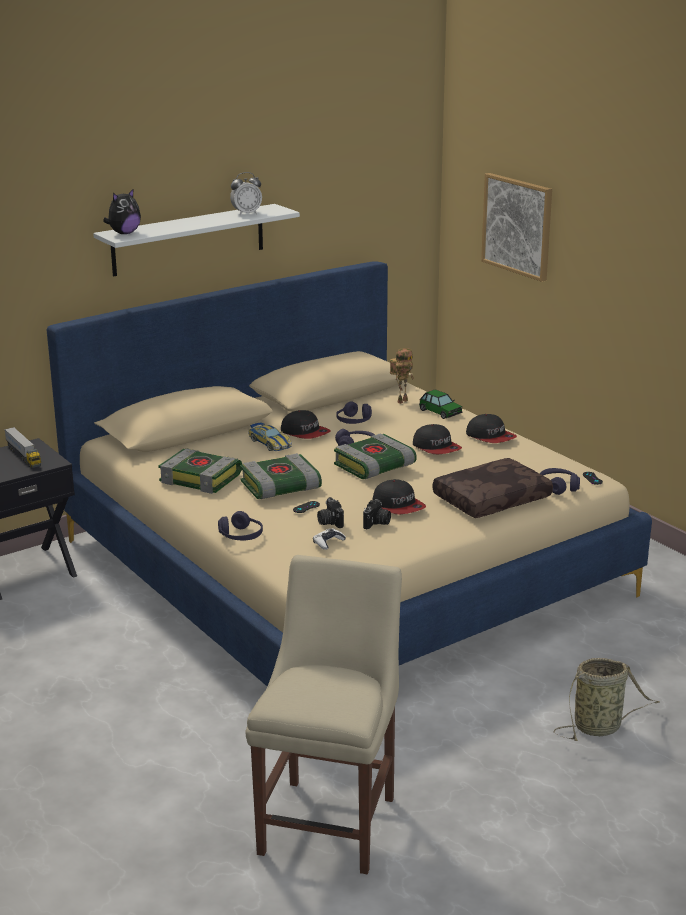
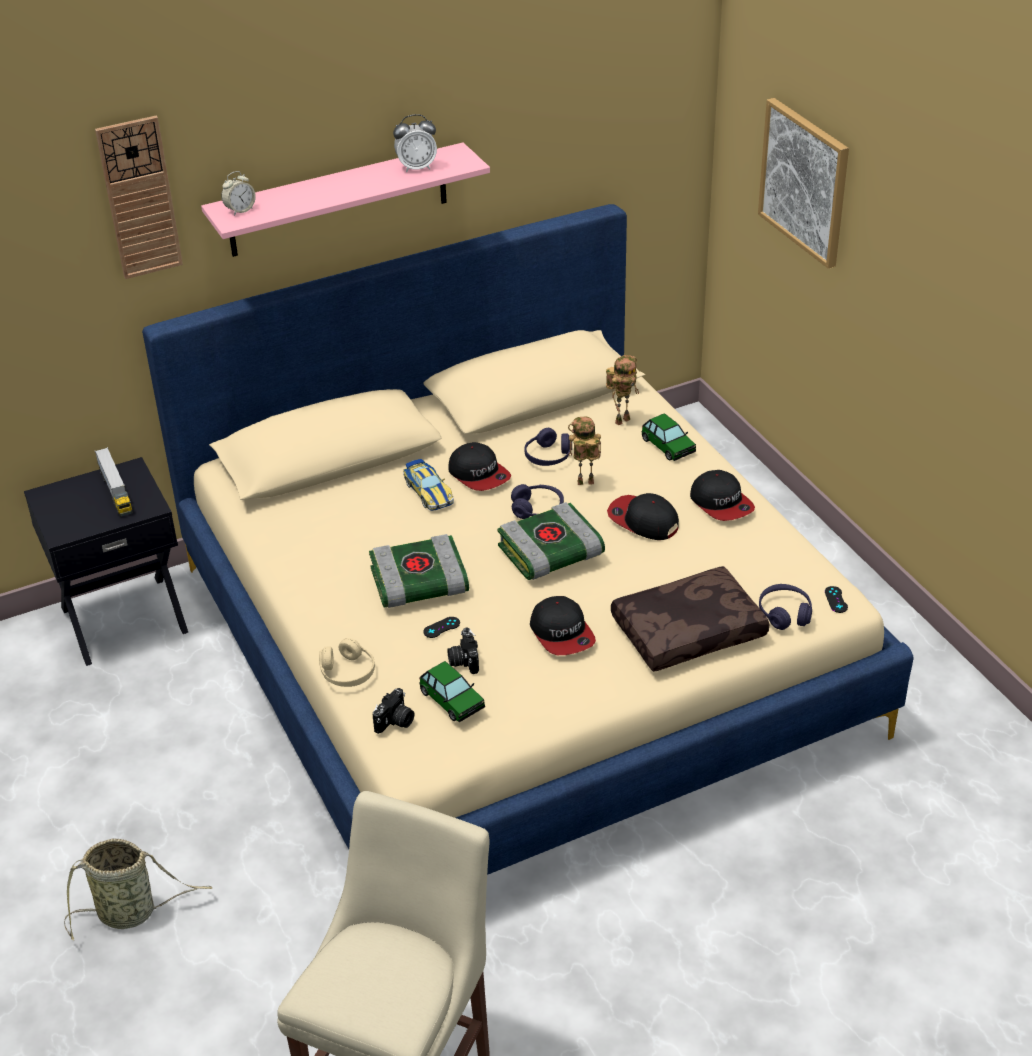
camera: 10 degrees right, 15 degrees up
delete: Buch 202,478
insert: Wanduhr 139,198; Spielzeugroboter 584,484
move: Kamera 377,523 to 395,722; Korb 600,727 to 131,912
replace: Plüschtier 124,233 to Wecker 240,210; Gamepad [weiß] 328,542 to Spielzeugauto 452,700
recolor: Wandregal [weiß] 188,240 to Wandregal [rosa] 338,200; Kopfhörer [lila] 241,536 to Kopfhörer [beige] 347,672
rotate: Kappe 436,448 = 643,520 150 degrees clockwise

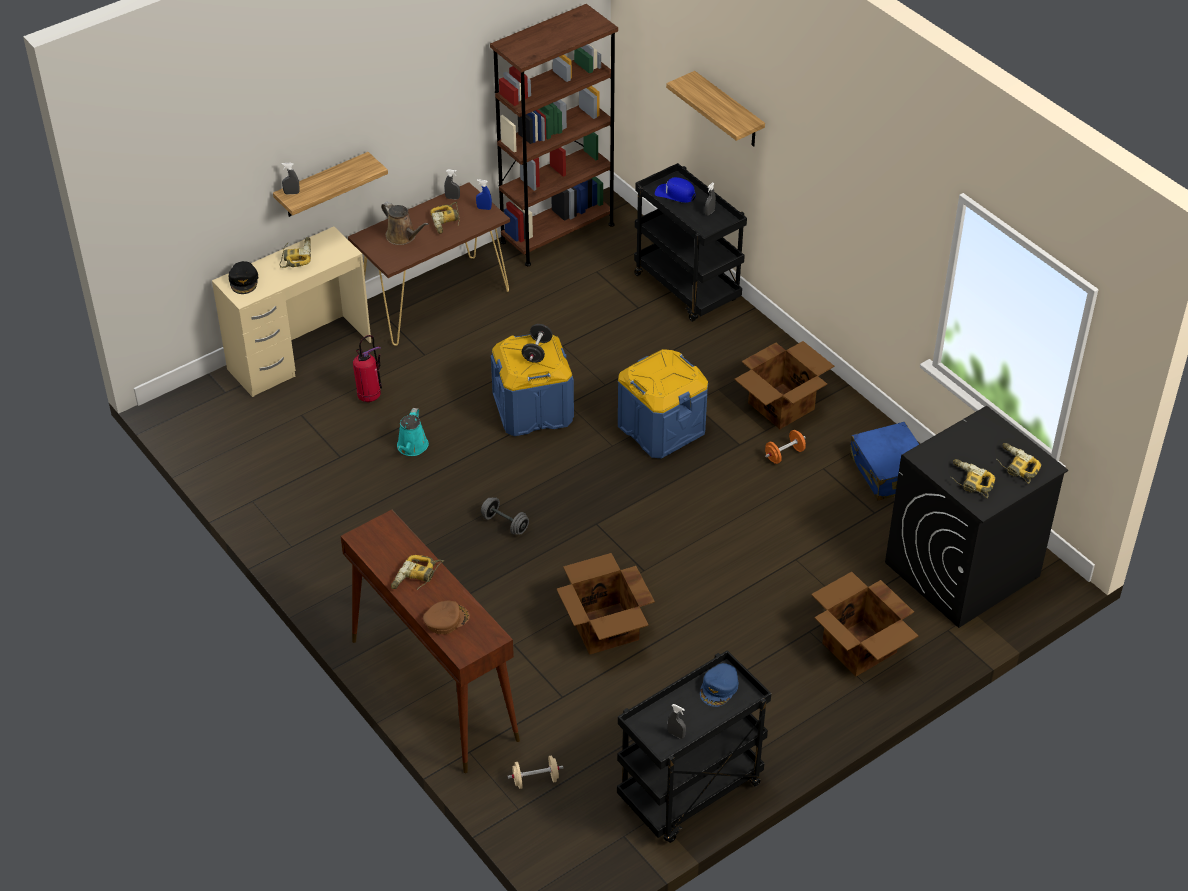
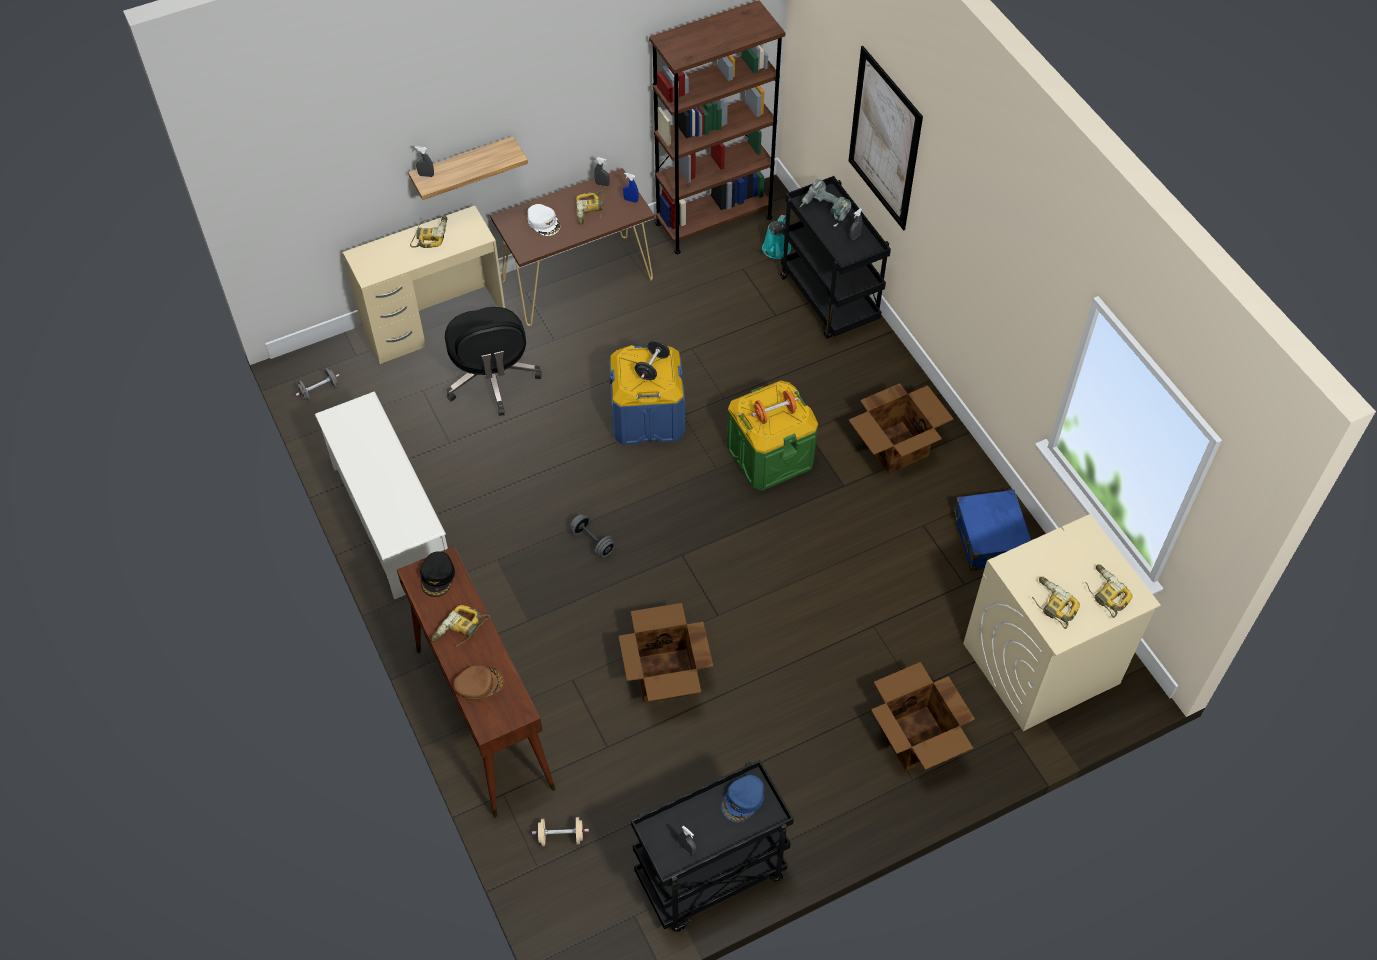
camera: 10 degrees right, 10 degrees up
insert: Hantel [grau] 319,391; Schuhregal [weiß] 391,520
move: Kappe [schwarz] 244,281 to 438,576; Gießkanne [türkis] 411,447 to 775,250; Hantel [orange] 784,454 to 774,414
replace: Feuerlöscher 369,396 to Bürostuhl [schwarz] 492,379; Gießkanne [braun] 403,237 to Kappe [weiß] 544,222; Kappe [blau] 675,194 to Bohrmaschine 824,210; Wandregal 728,111 to Bild 884,139
recolor: Aufbewahrungsbox [blau] 661,428 to Aufbewahrungsbox [grün] 770,456; Waschmaschine [schwarz] 962,570 to Waschmaschine [beige] 1040,664

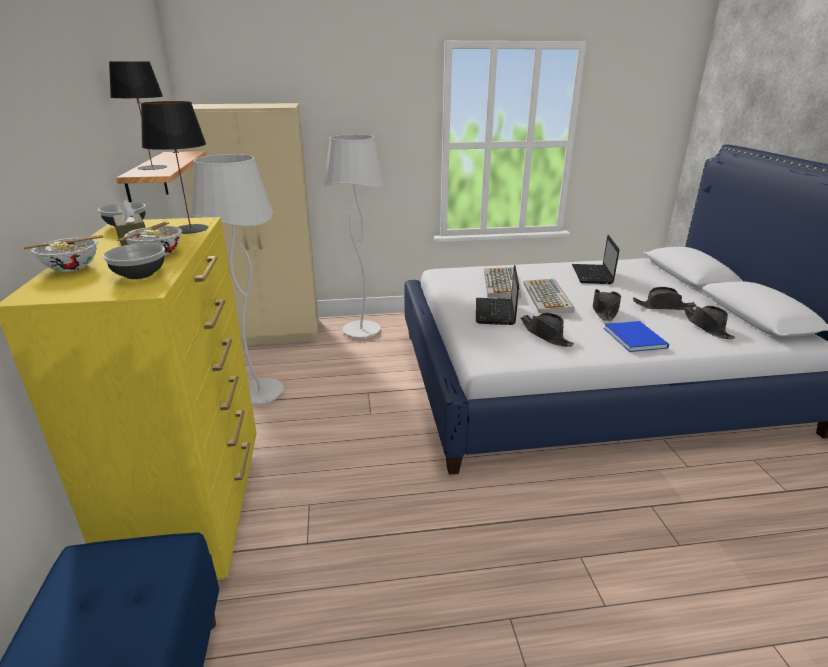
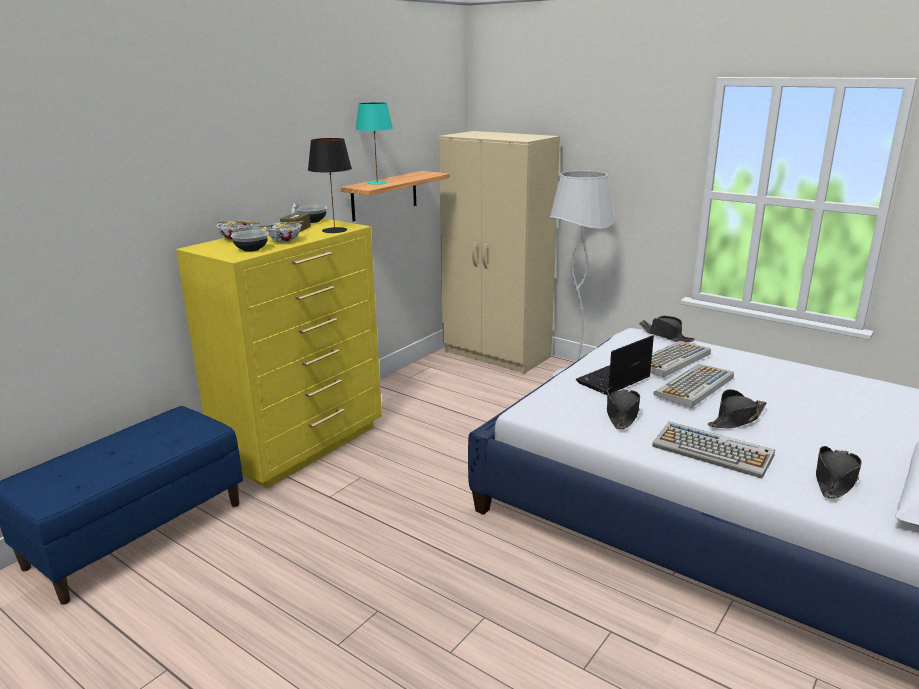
camera: 45 degrees right, 5 degrees down
delete: Stehlampe [weiß] 260,393; Laptop 592,275
move: Hut [schwarz] 663,306 to 666,335
replace: Buch [blau] 635,337 to Tastatur 713,451
recolor: Tischlampe [schwarz] 153,167 to Tischlampe [türkis] 377,182

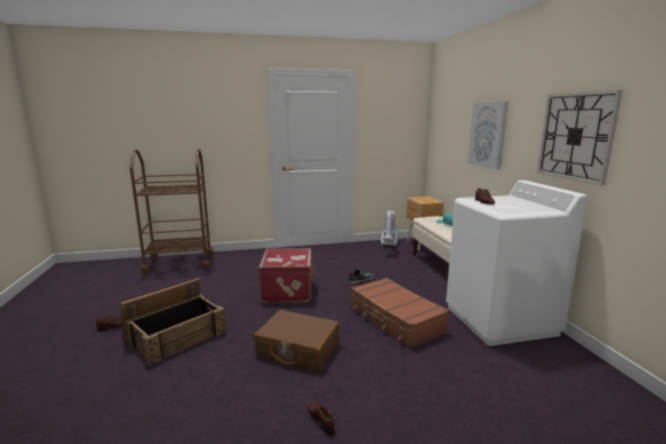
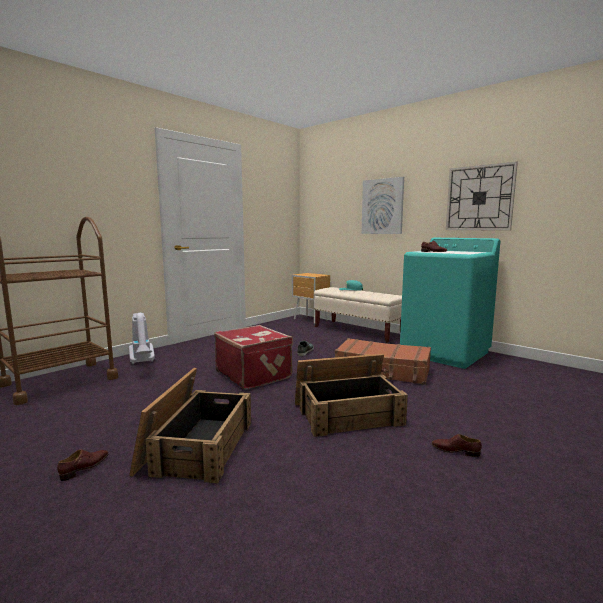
camera: 35 degrees left, 5 degrees down
move: Staubsauger 388,246 to 143,363
replace: Koffer [braun] 298,350 to Kiste 348,413
recolor: Waschmaschine [weiß] 500,321 to Waschmaschine [türkis] 445,353

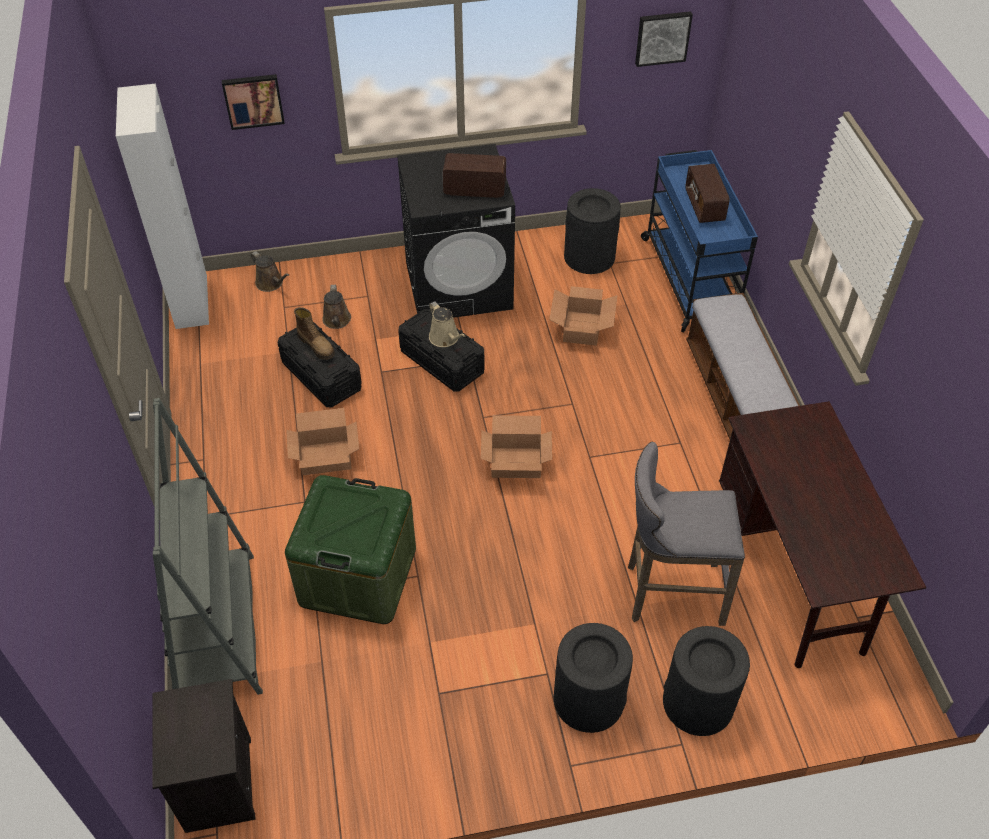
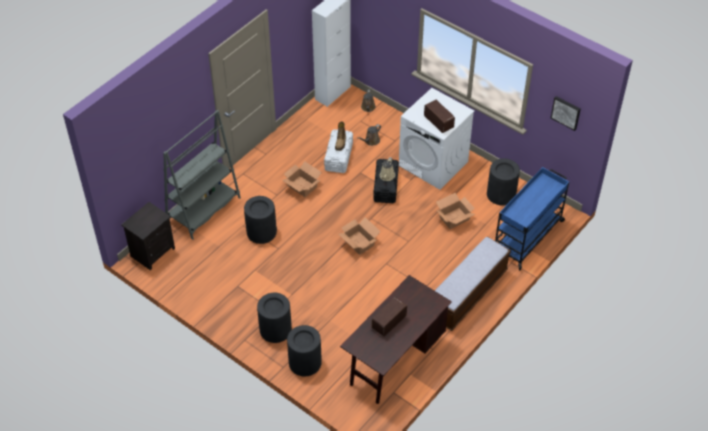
camera: 50 degrees right, 0 degrees up
delete: Bild 253,100; Hocker [grau] 669,593
move: Radio 704,206 to 389,322
replace: Aufbewahrungsbox [grün] 358,575 to Mülleimer [schwarz] 261,232
recolor: Aufbewahrungsbox [schwarz] 321,375 to Aufbewahrungsbox [weiß] 339,157; Waschmaschine [schwarz] 459,285 to Waschmaschine [weiß] 433,164

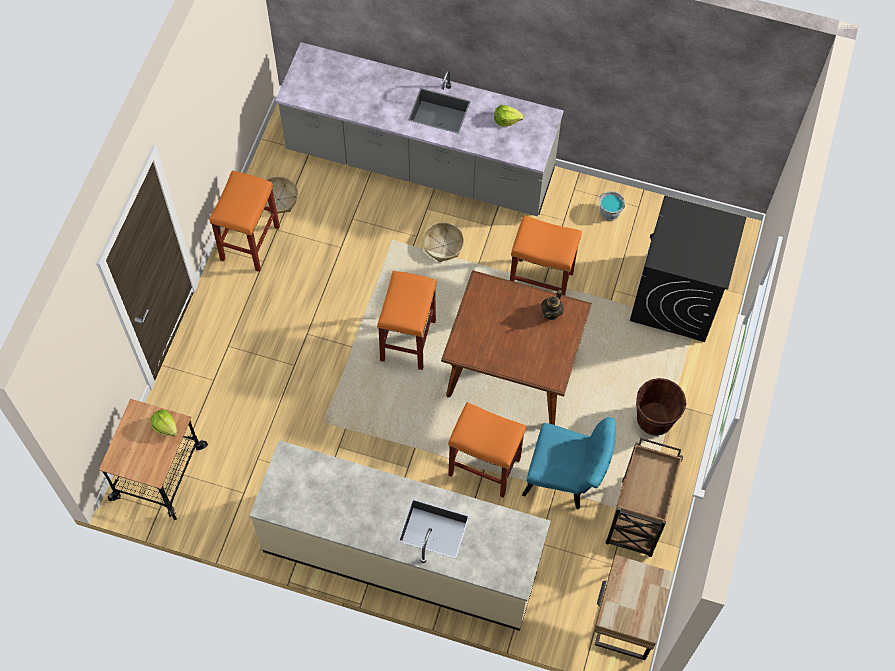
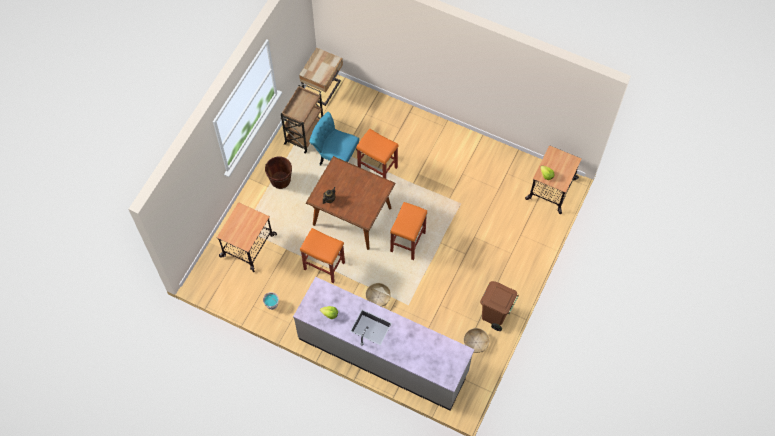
camera: 170 degrees left, 0 degrees up
delete: Küchenzeile [beige] 402,555
replace: Hocker [orange] 250,242 to Mülleimer [braun] 495,315; Waschmaschine [schwarz] 676,298 to Rollwagen 248,245

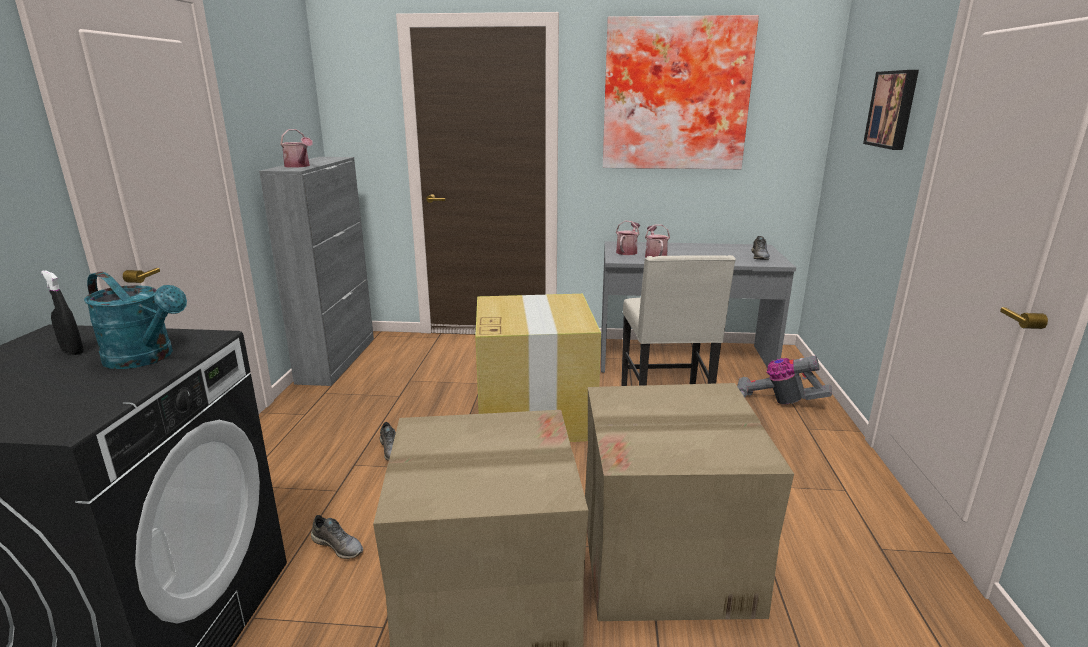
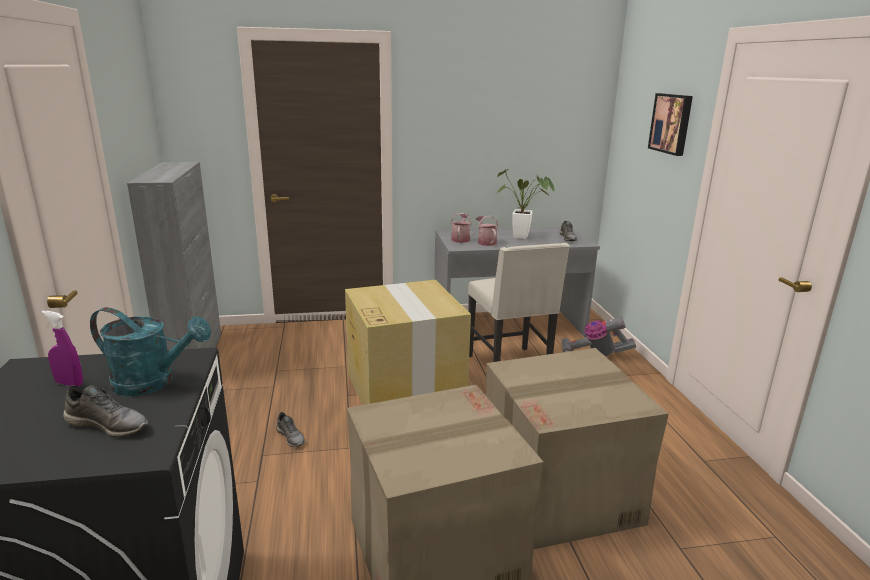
camera: 15 degrees left, 0 degrees up
delete: Gießkanne 299,166; Bild 675,95
insert: Topfpflanze 524,237
move: Schuh [grau] 338,546 to 109,425
recolor: Sprühflasche [schwarz] 72,351 to Sprühflasche [lila] 69,383

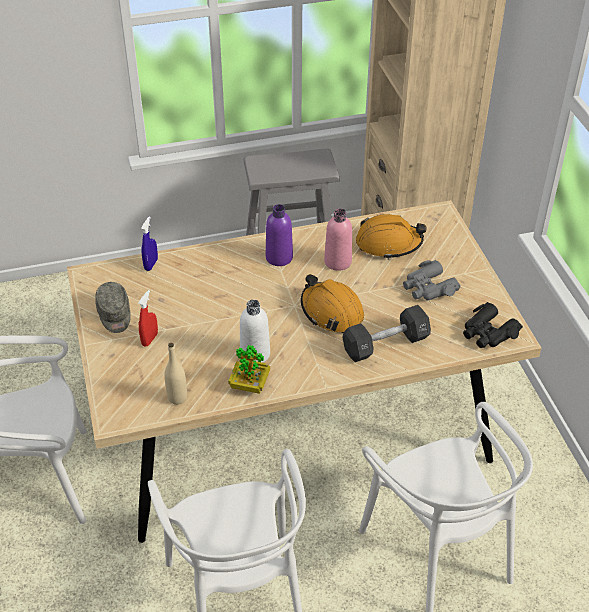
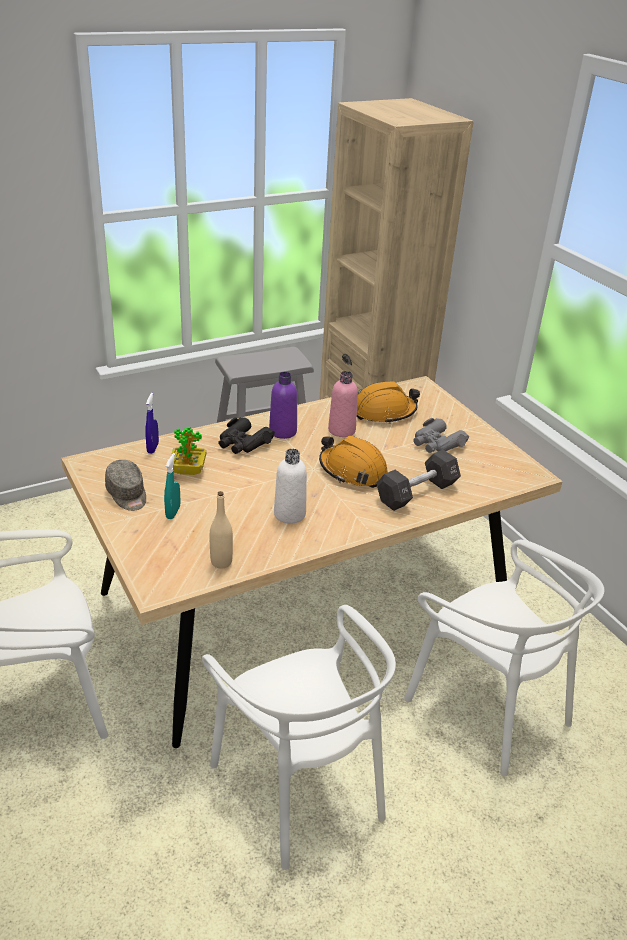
camera: 15 degrees left, 10 degrees down
move: Topfpflanze 249,384 to 188,470; Fernglas [schwarz] 488,333 to 243,443
recolor: Sprühflasche [rot] 150,339 to Sprühflasche [türkis] 173,512

